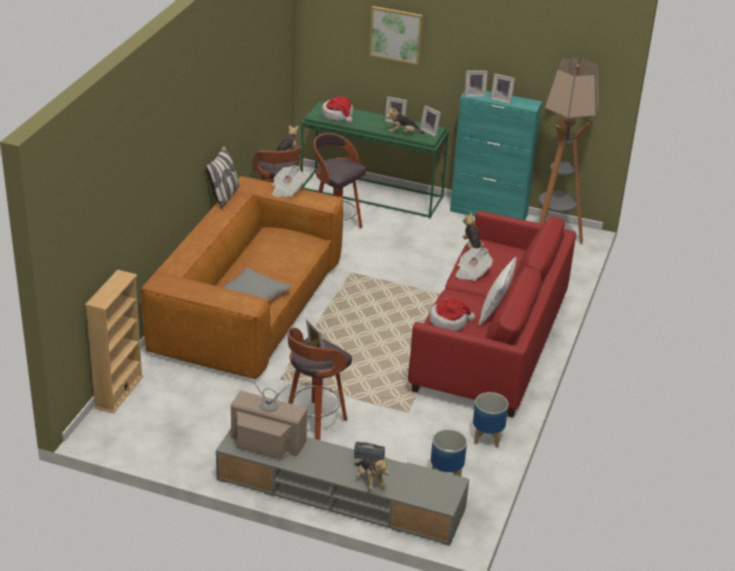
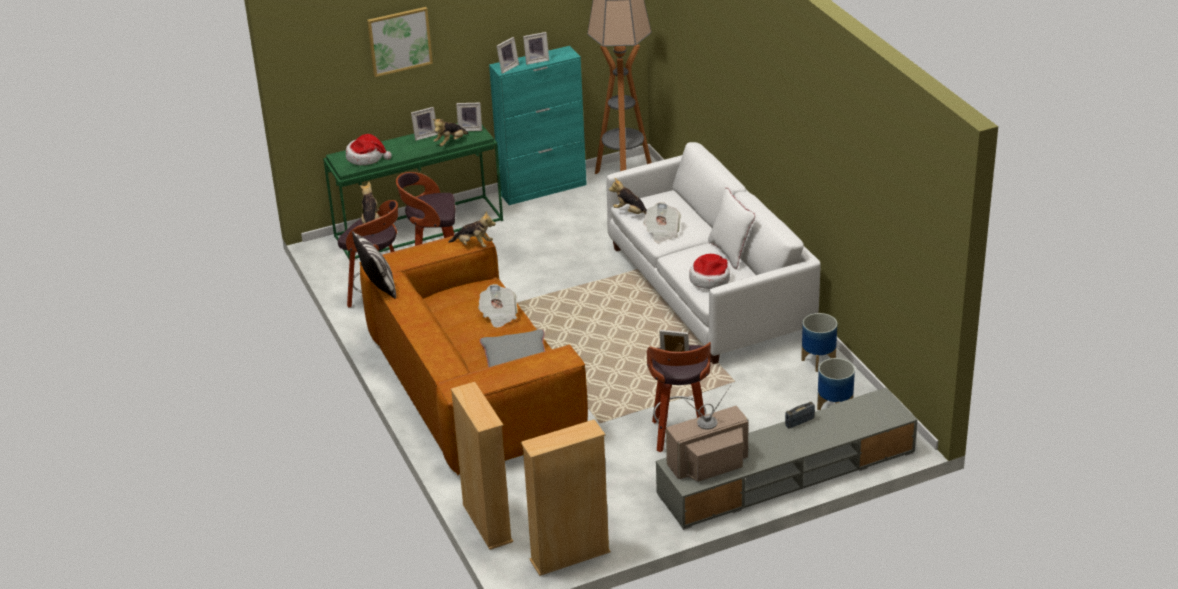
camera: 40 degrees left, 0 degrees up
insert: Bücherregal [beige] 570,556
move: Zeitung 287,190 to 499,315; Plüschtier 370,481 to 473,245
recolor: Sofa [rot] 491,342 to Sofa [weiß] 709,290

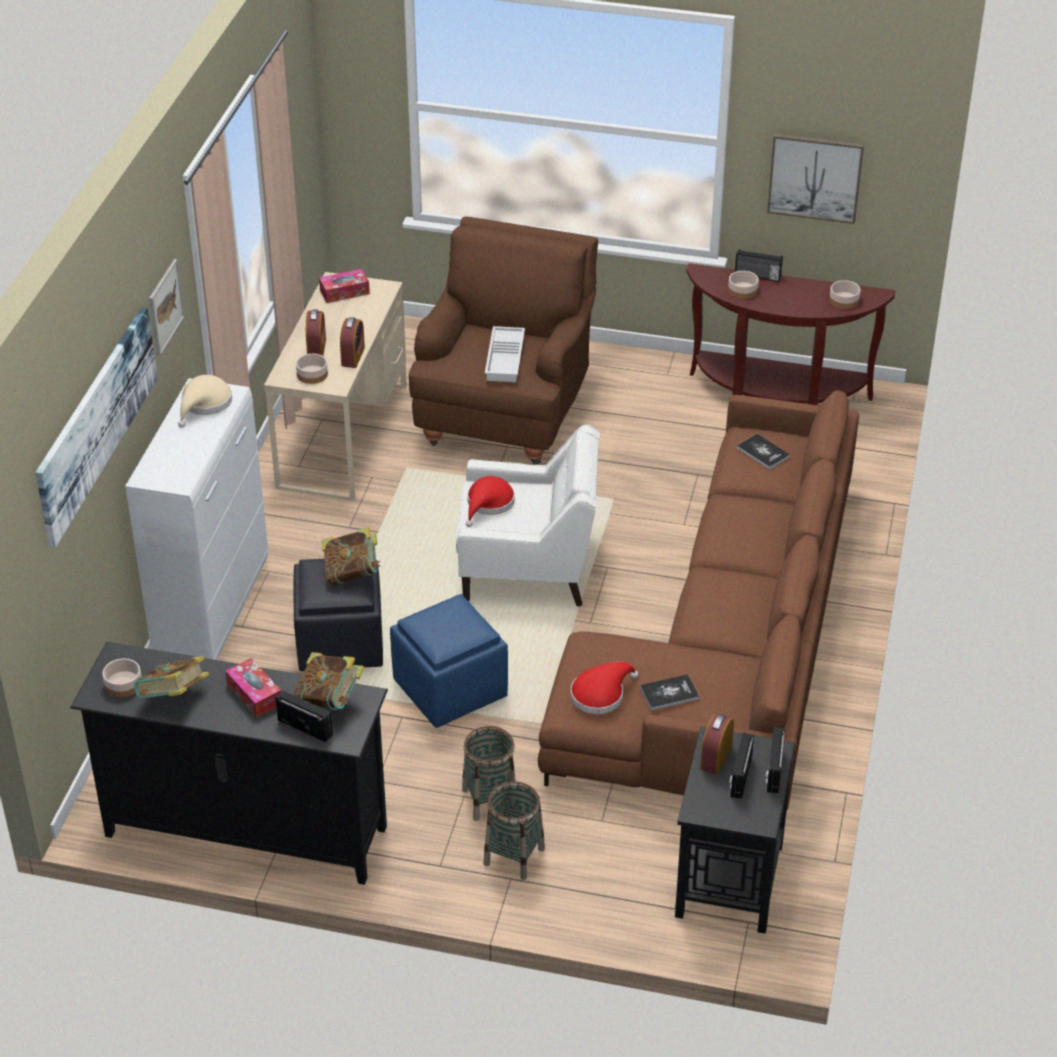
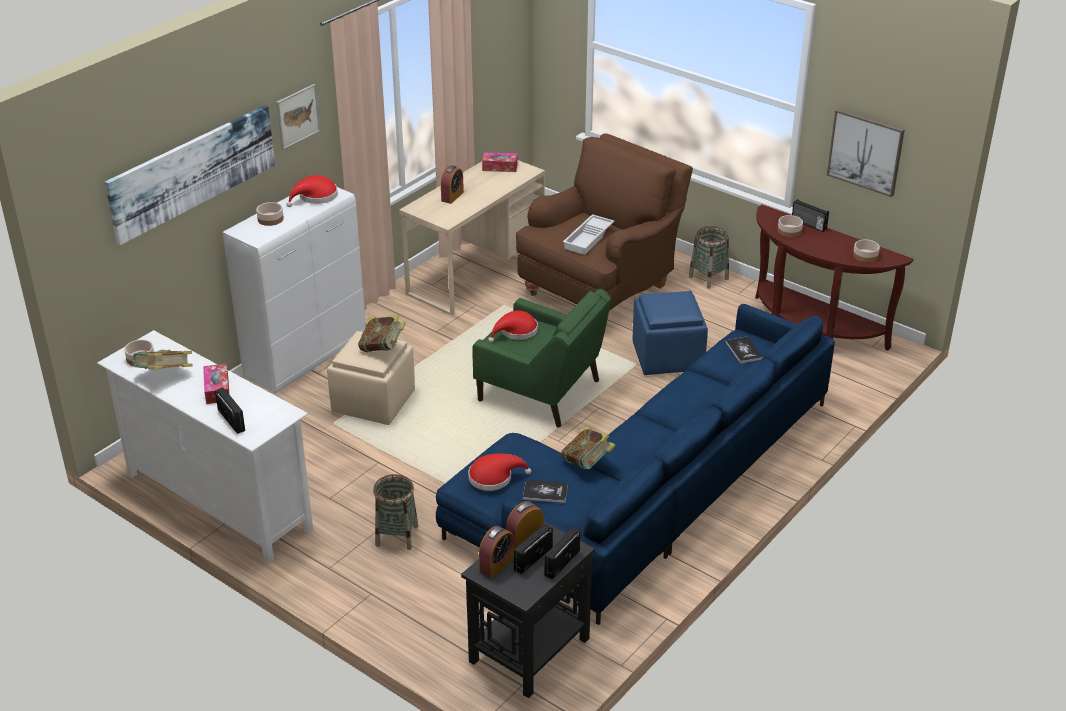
camera: 25 degrees right, 5 degrees down
move: Buch 330,700 to 587,464; Schüssel 311,374 to 270,219; Wecker 353,356 to 496,564; Polsterhocker [blau] 450,690 to 667,357; Korb 514,856 to 708,278
recolor: Fernsehschrank [schwarz] 245,832 to Fernsehschrank [weiß] 217,502; Hut [beige] 204,404 to Hut [rot] 315,197; Polsterhocker [schwarz] 341,643 to Polsterhocker [beige] 374,402; Sessel [weiß] 529,568 to Sessel [grün] 541,392; Sofa [braun] 727,649 to Sofa [blau] 647,489

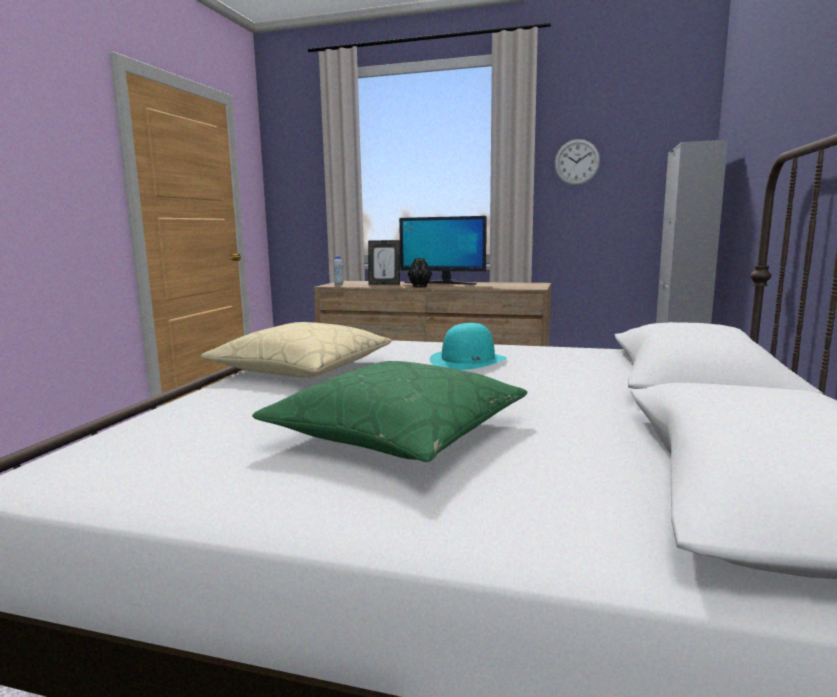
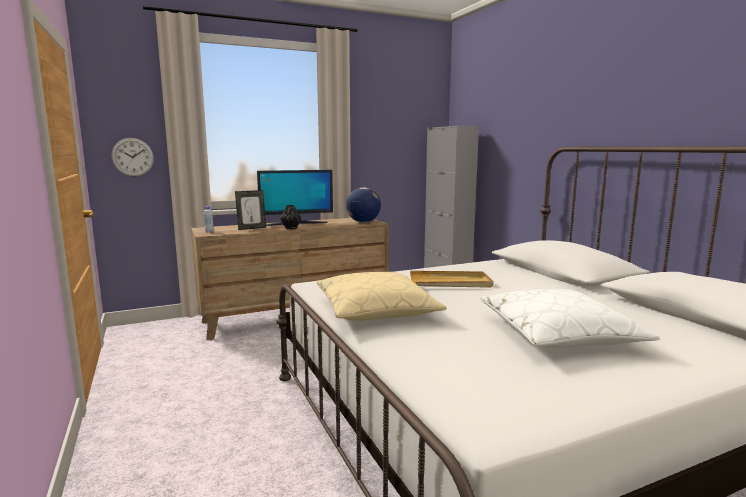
camera: 40 degrees left, 0 degrees up
insert: Globus 363,222
move: Wanduhr 576,162 to 132,157
replace: Hut [türkis] 468,360 to Tablett [beige] 450,282
recolor: Kissen [grün] 399,433 to Kissen [weiß] 558,334

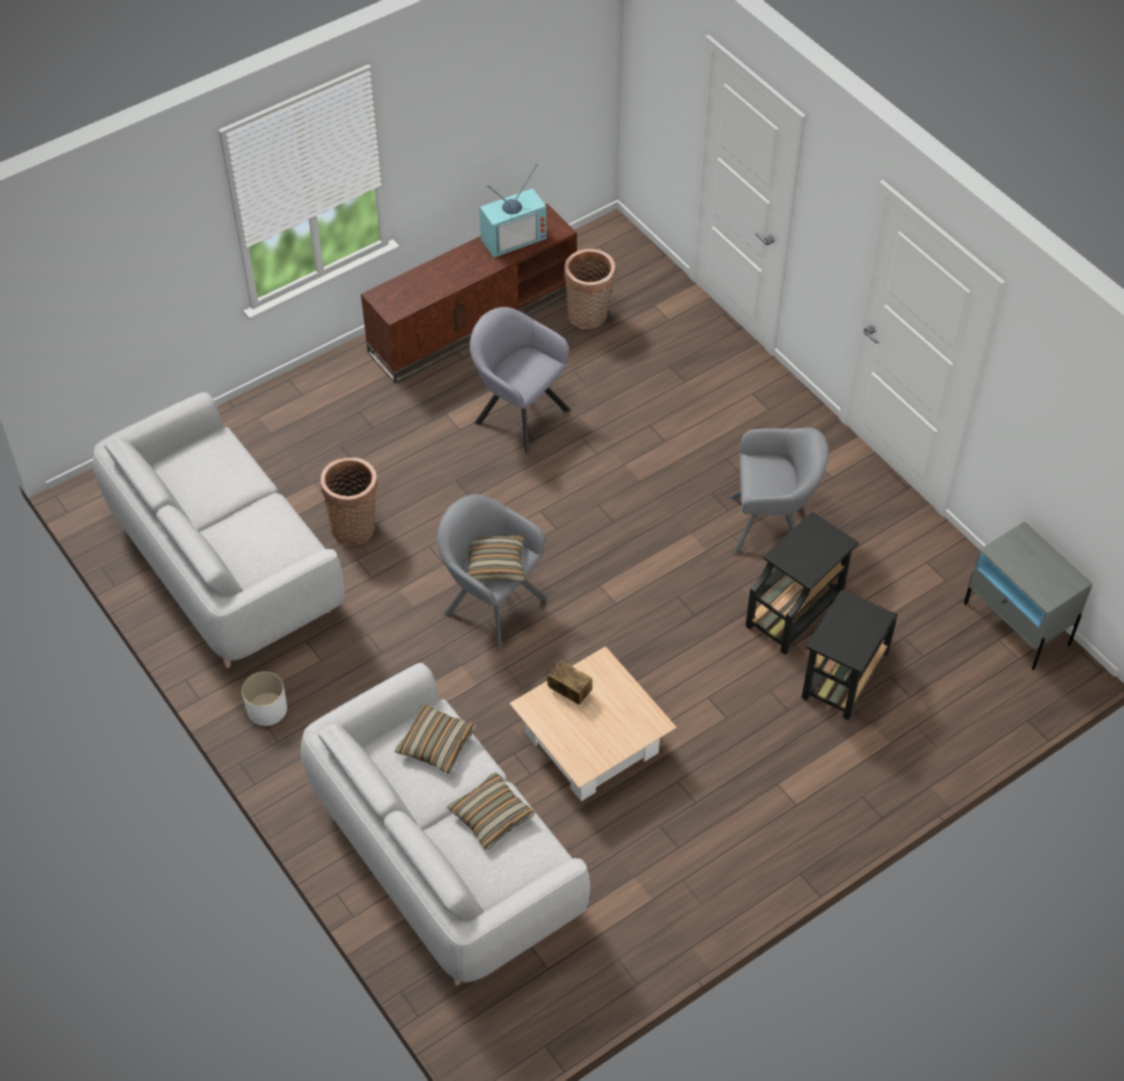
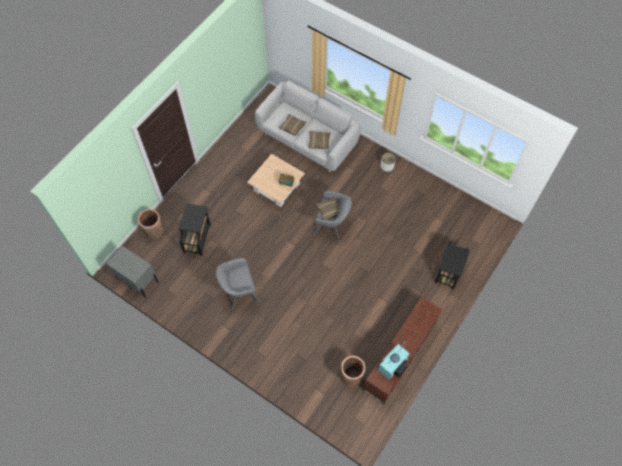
camera: 160 degrees right, 10 degrees up
delete: Sofa [grau] 226,565; Sessel [grau] 518,413
move: Korb 355,526 to 154,232; Beistelltisch [schwarz] 796,611 to 448,272

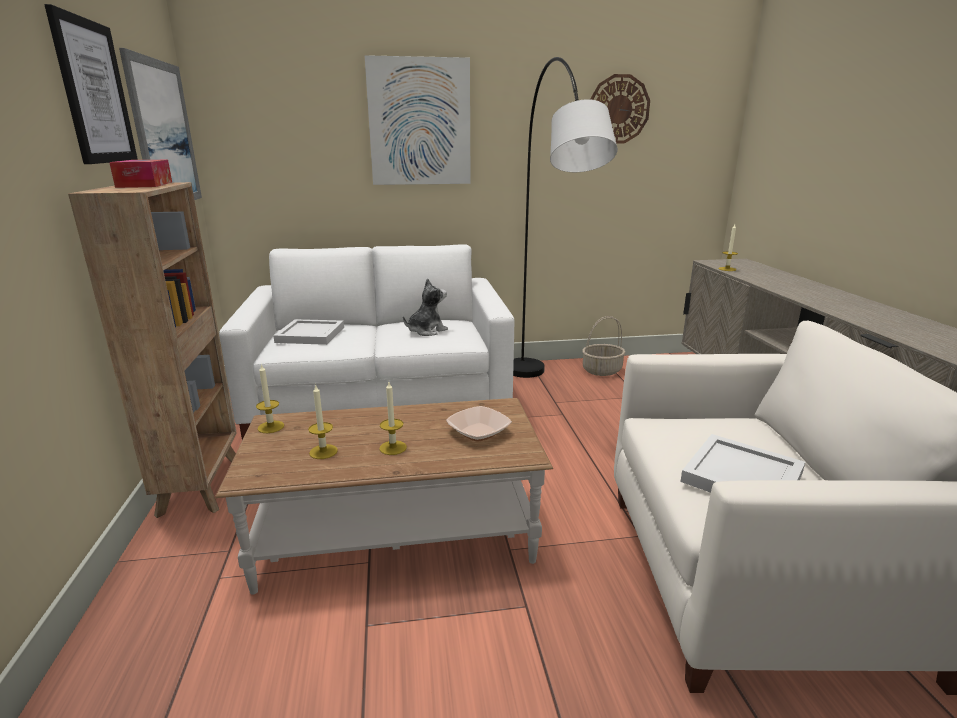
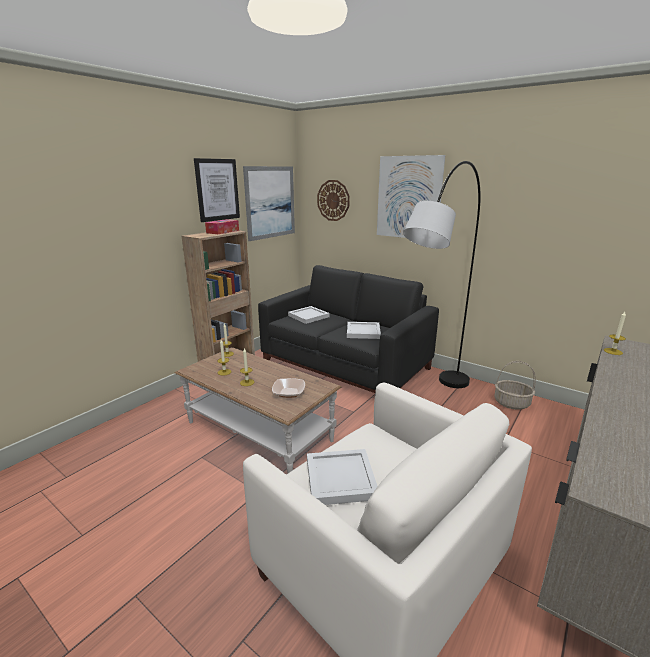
camera: 45 degrees right, 0 degrees up
move: Wanduhr 618,109 to 333,200
replace: Plüschtier 426,331 to Tablett [weiß] 362,331
recolor: Sofa [weiß] 381,400 to Sofa [schwarz] 345,366

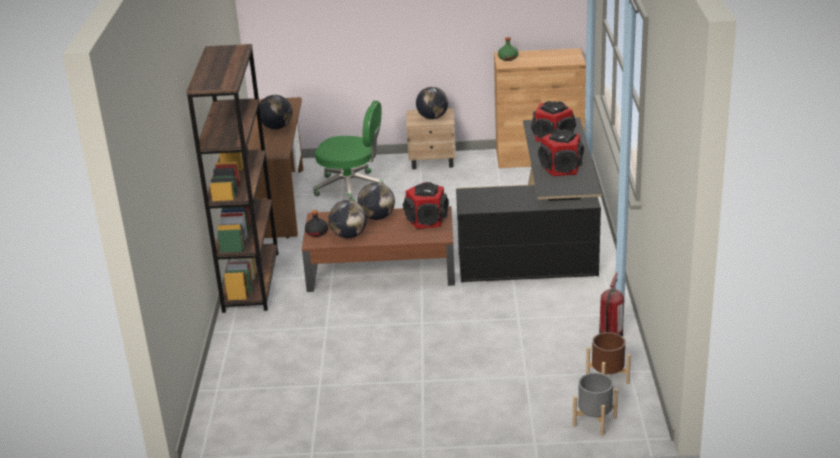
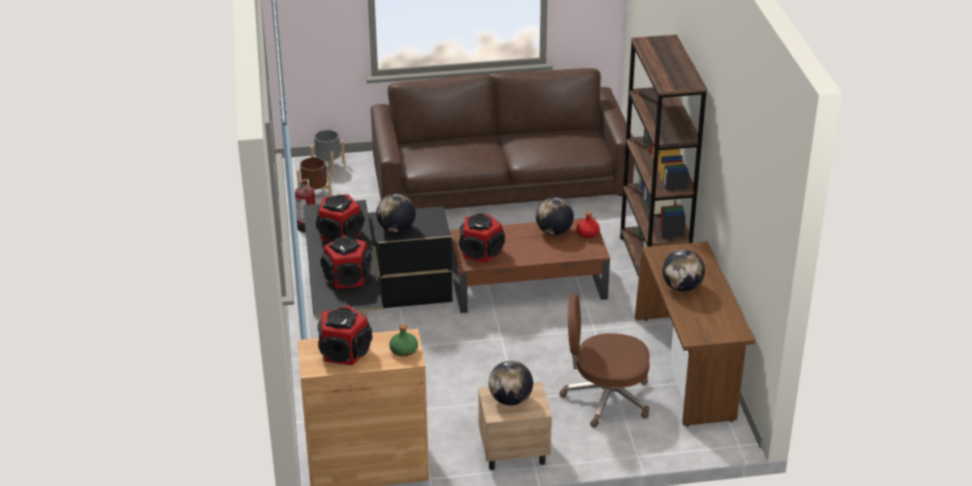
camera: 170 degrees right, 5 degrees up
insert: Lautsprecher 345,351; Sofa [braun] 500,179
move: Globus 377,217 to 396,229
recolor: Flasche [schwarz] 317,232 to Flasche [rot] 587,234; Bürostuhl [grün] 351,187 to Bürostuhl [braun] 605,398

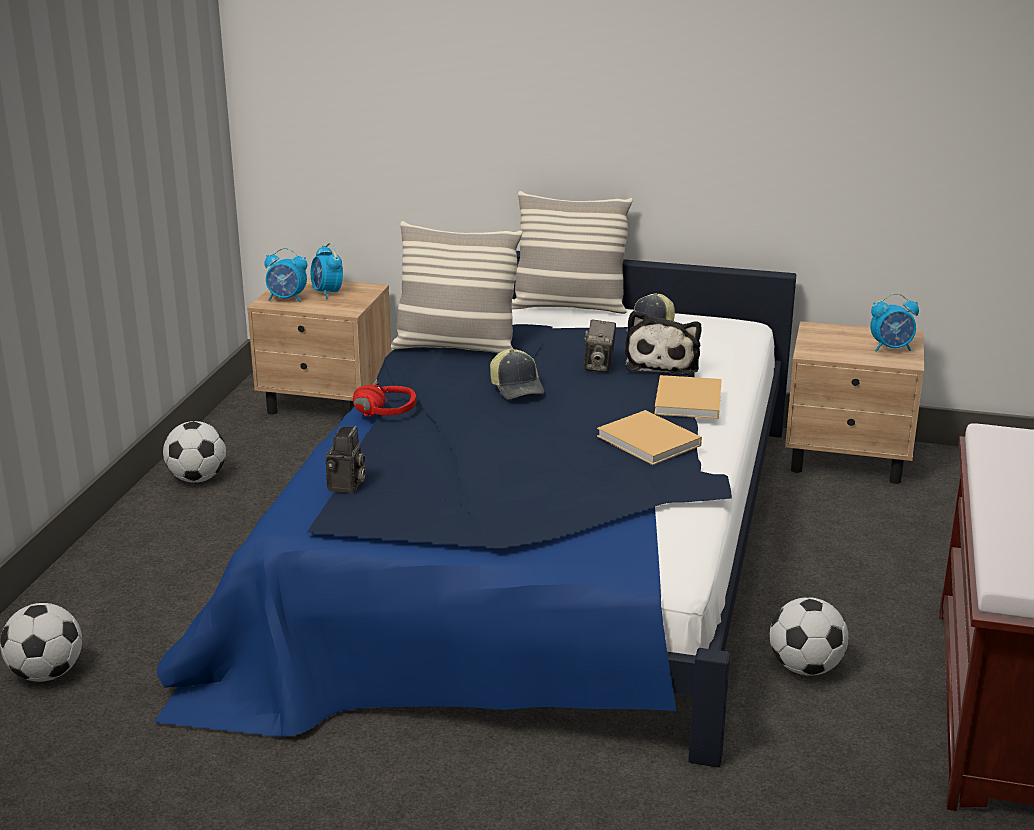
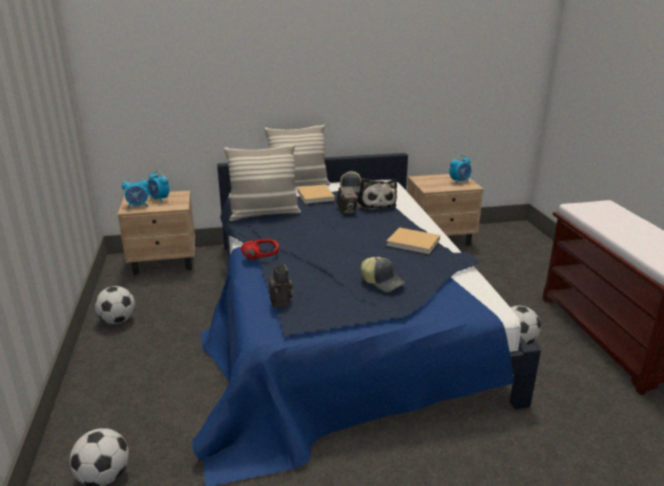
camera: 25 degrees left, 0 degrees up
move: Kappe 517,387 to 382,282; Buch [beige] 688,401 to 315,196

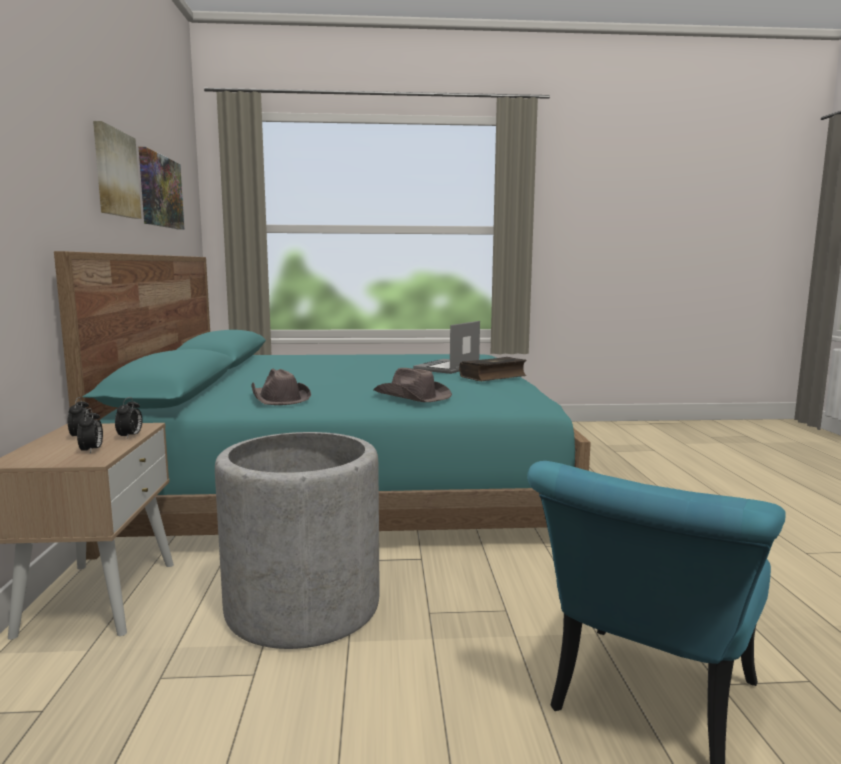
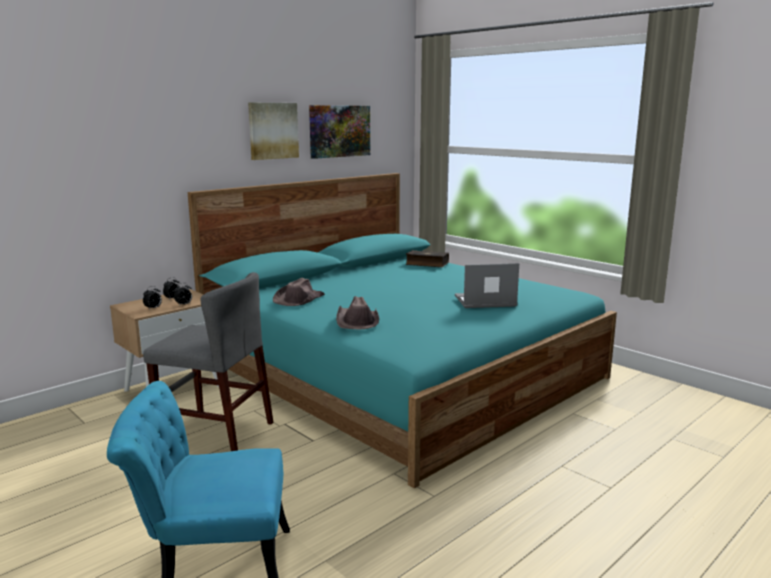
camera: 50 degrees right, 5 degrees up
move: Buch 493,377 to 427,264
replace: Pflanzkübel [grau] 303,606 to Stuhl [grau] 216,433

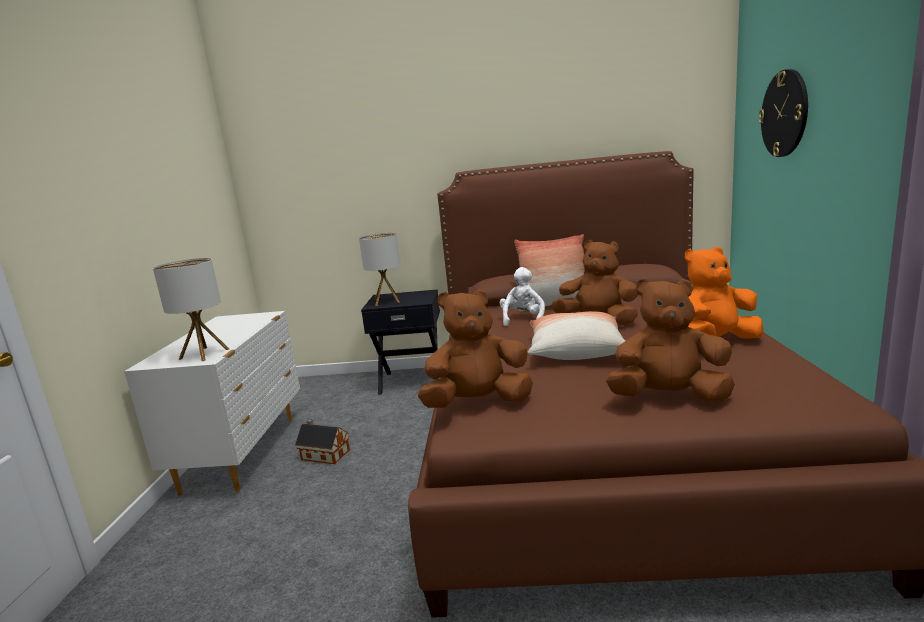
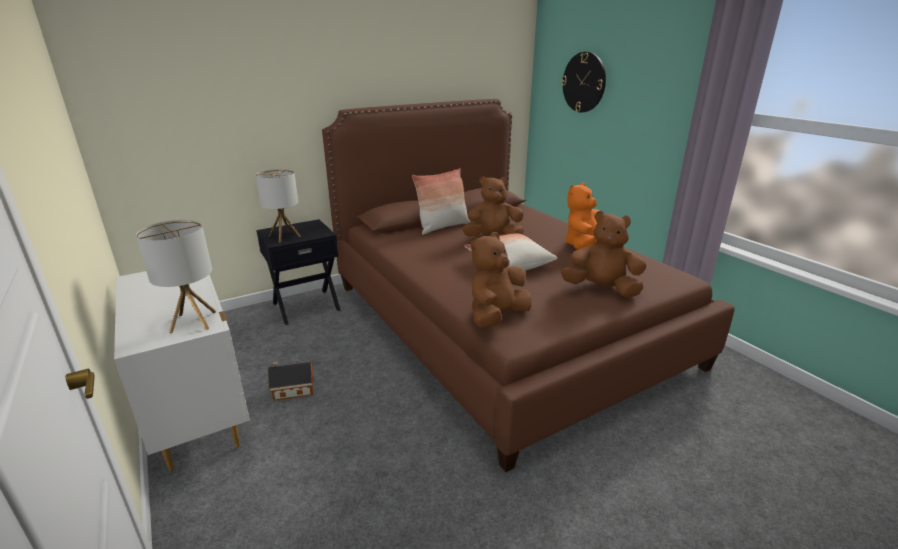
camera: 35 degrees left, 10 degrees up
delete: Plüschtier [weiß] 523,320
rotate: Plüschtier [braun] 669,397 = 601,289 45 degrees clockwise

